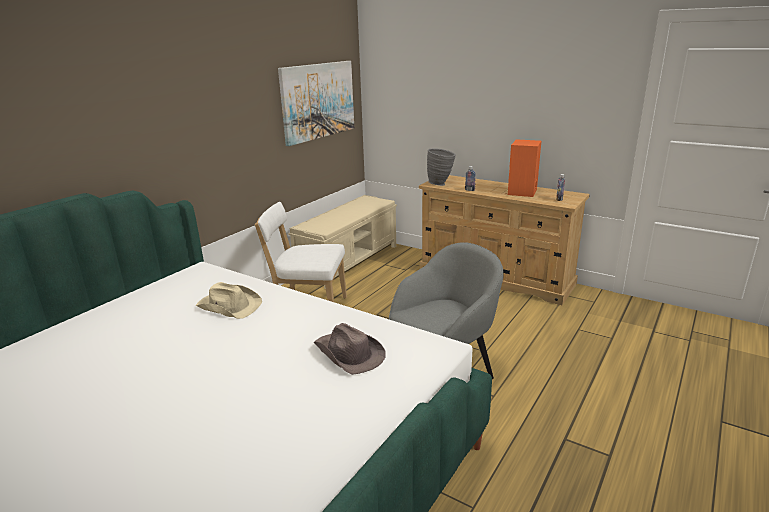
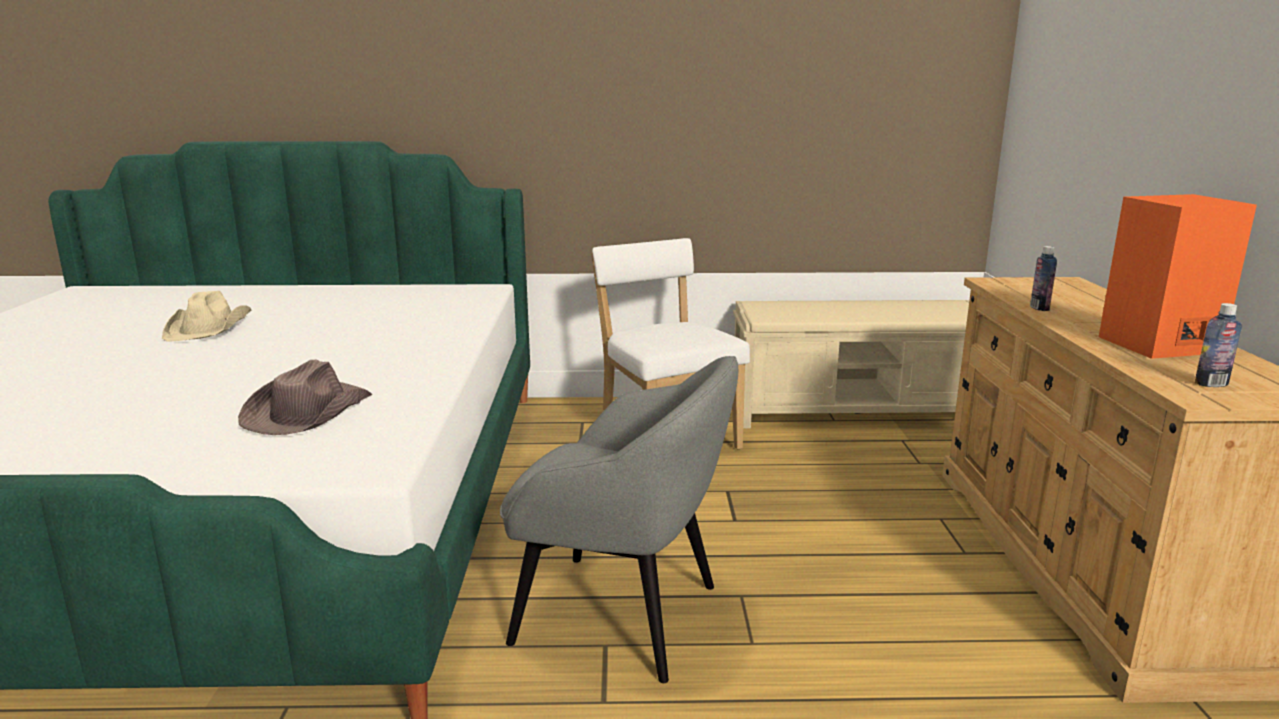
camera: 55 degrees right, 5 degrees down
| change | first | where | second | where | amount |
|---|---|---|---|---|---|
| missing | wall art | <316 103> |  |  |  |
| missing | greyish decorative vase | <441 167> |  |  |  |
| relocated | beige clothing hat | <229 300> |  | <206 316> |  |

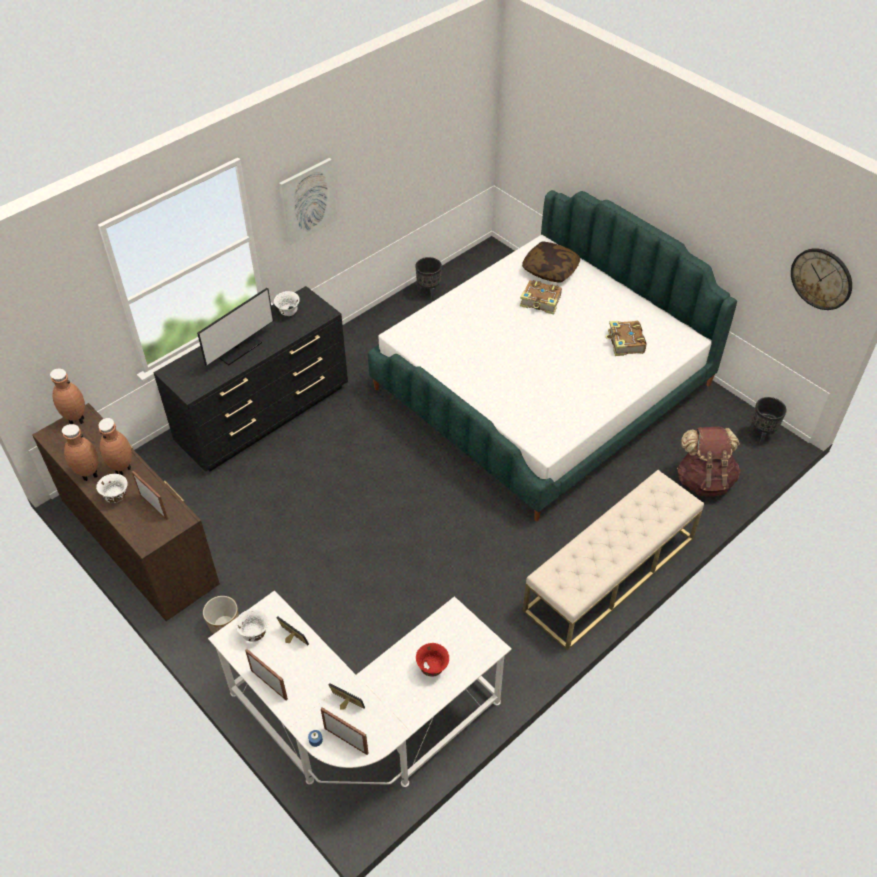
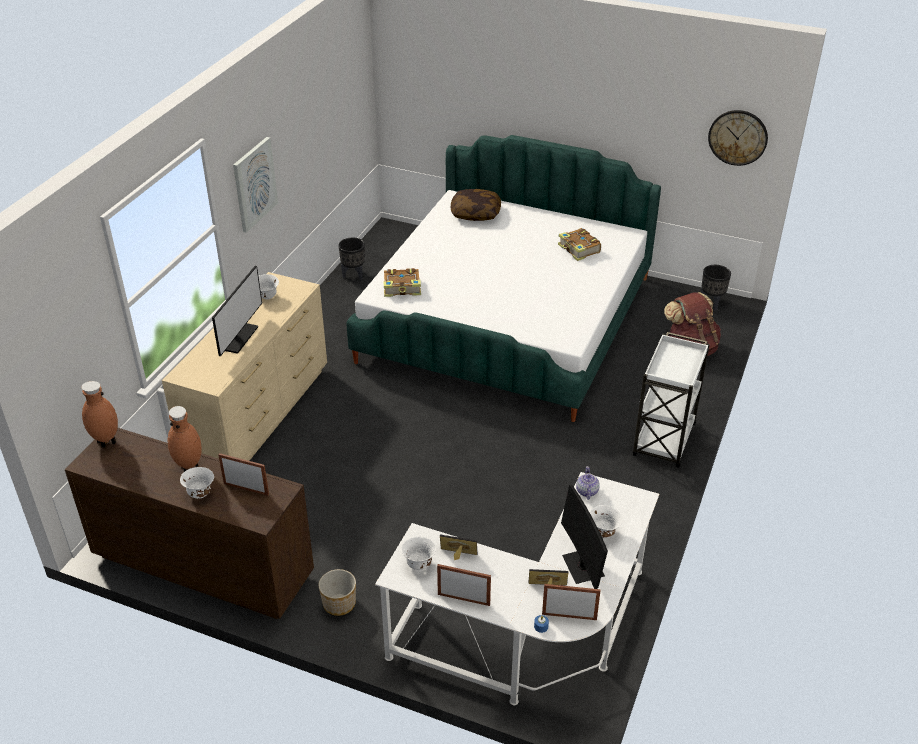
camera: 25 degrees left, 10 degrees down
| change | first | where | second | where | amount |
|---|---|---|---|---|---|
| missing | brown decorative vase | <80 452> |  |  |  |
| appeared |  |  | monitor | <584 537> |  |
| appeared |  |  | tea pot | <588 483> |  |
| relocated | volume | <541 297> |  | <402 282> |  |
| exchanged | beige long seat | <613 560> | white trolley | <671 400> |  |
| colour | blackish drawer chest | <250 379> | beige drawer chest | <244 366> |  |
| colour | red-coloured deep dish | <432 660> | white deep dish | <606 521> |  |

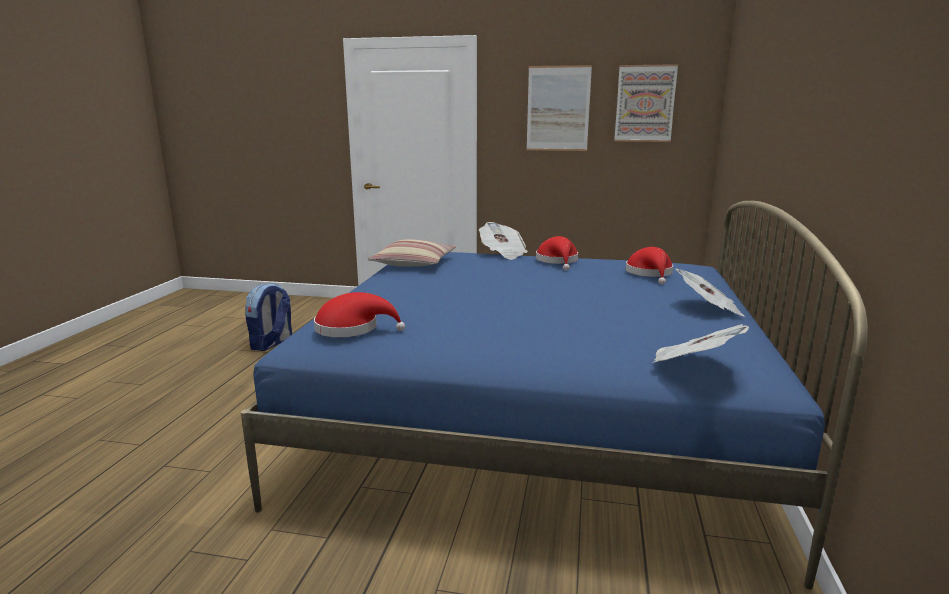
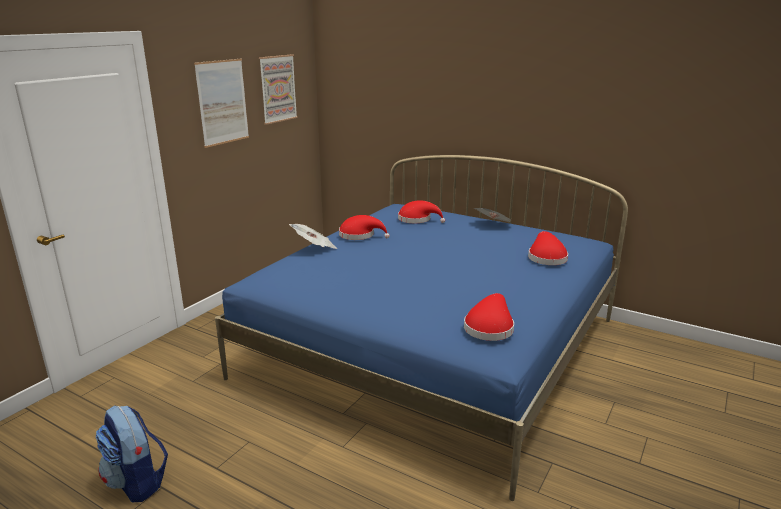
camera: 70 degrees left, 5 degrees up
| change | first | where | second | where | amount |
|---|---|---|---|---|---|
| missing | pillow | <412 253> |  |  |  |
| missing | newspaper | <700 343> |  |  |  |
| appeared |  |  | red-coloured clothing hat | <548 248> |  |

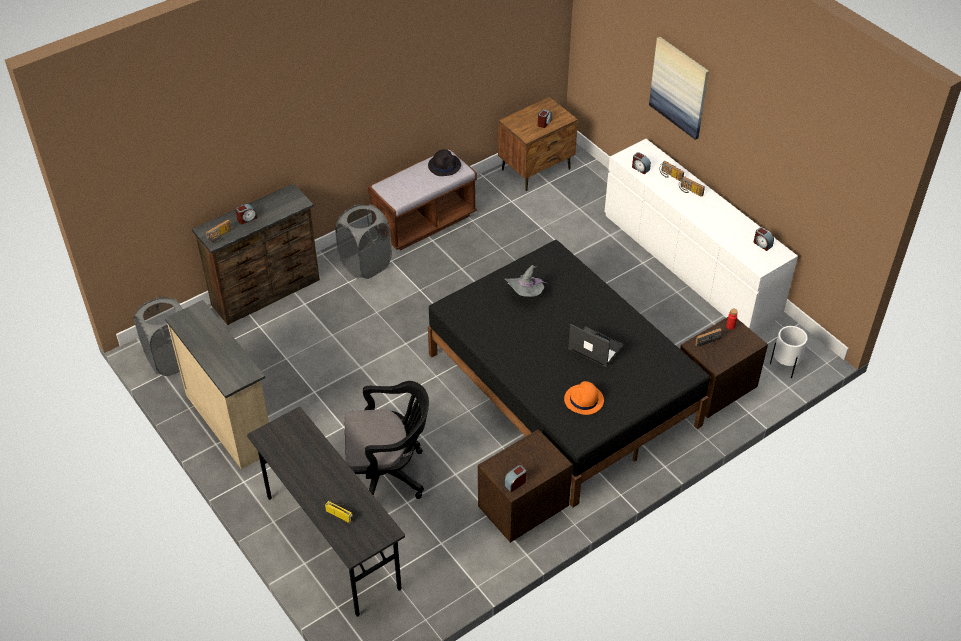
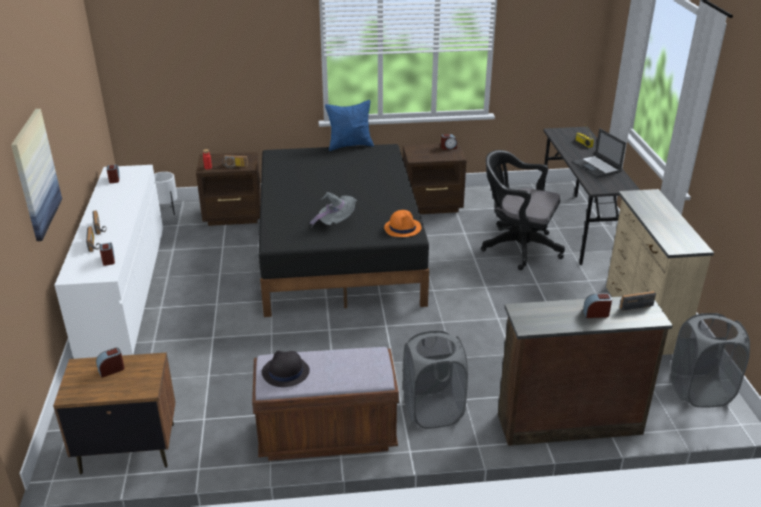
camera: 150 degrees left, 15 degrees down
| change | first | where | second | where | amount |
|---|---|---|---|---|---|
| appeared |  |  | blue-coloured pillow | <349 125> |  |
| relocated | orange-coloured clothing hat | <584 398> |  | <402 223> |  |
| relocated | laptop | <596 345> |  | <599 153> |  |

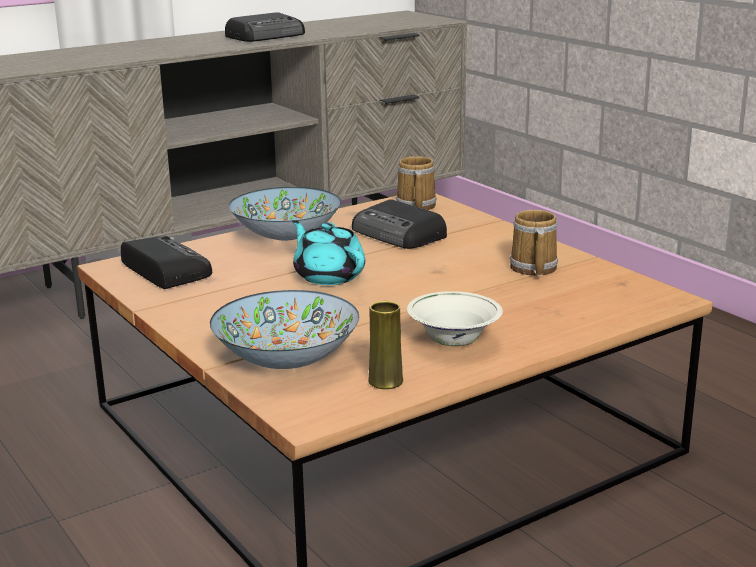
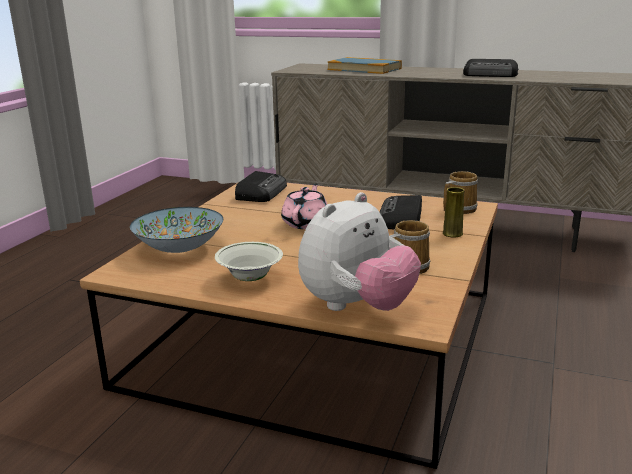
camera: 55 degrees right, 0 degrees up
| change | first | where | second | where | amount |
|---|---|---|---|---|---|
| missing | deep dish | <284 214> |  |  |  |
| appeared |  |  | cuddly toy | <359 251> |  |
| appeared |  |  | volume | <364 65> |  |
| relocated | yellow-coloured decorative vase | <385 345> |  | <454 212> |  |
| colour | blue-green tea pot | <328 252> | pink-coloured tea pot | <304 206> |  |

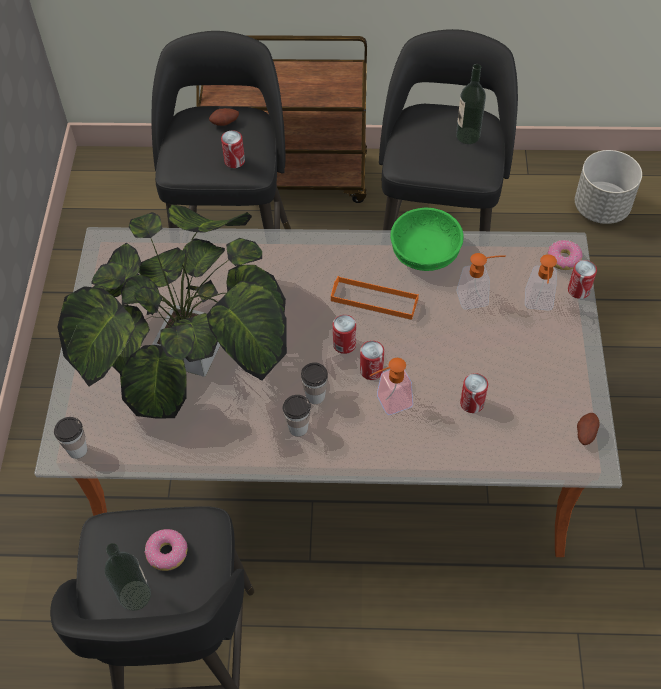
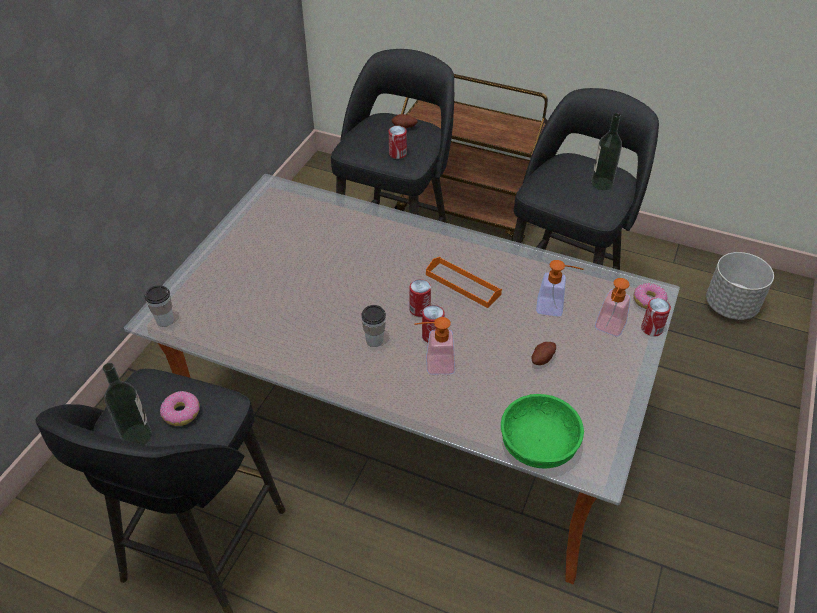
camera: 20 degrees right, 10 degrees down
| change | first | where | second | where | amount |
|---|---|---|---|---|---|
| missing | plant in a pot | <172 311> |  |  |  |
| missing | small cup | <296 416> |  |  |  |
| missing | metal can | <474 393> |  |  |  |
| relocated | green deep dish | <427 239> |  | <542 431> |  |
| relocated | potato | <588 429> |  | <543 353> |  |

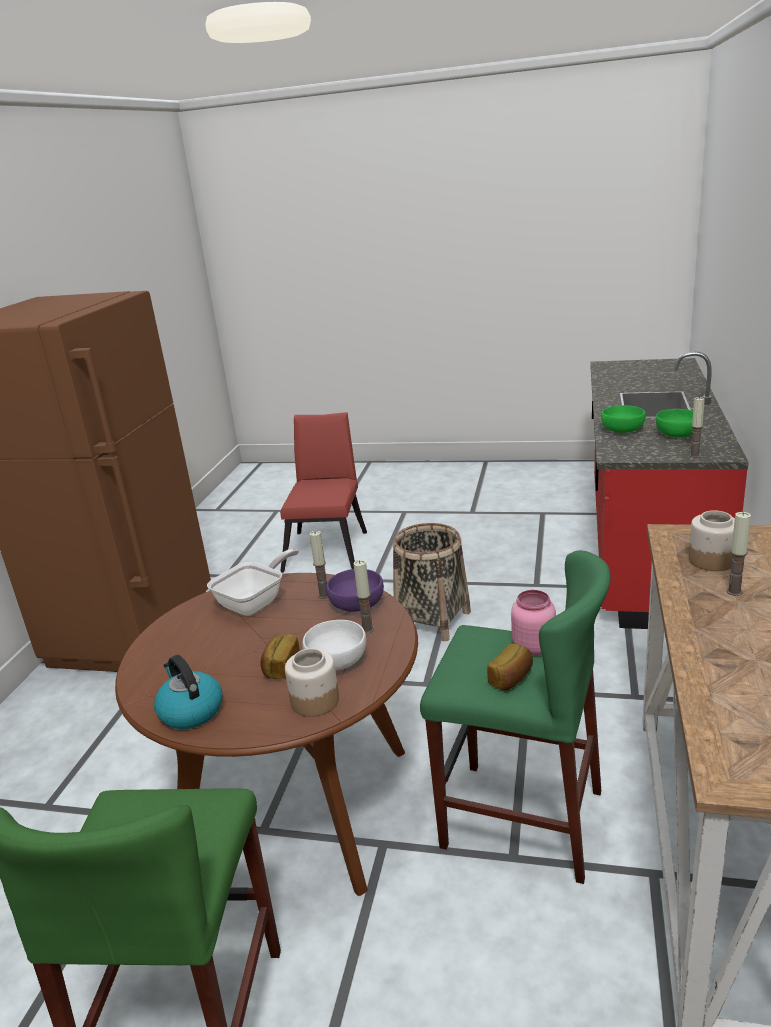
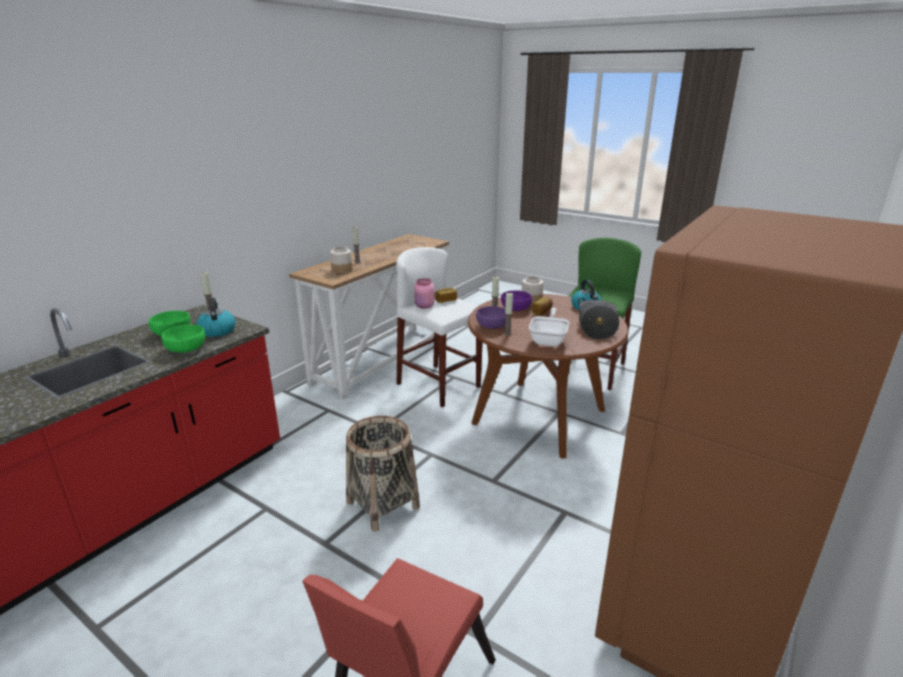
camera: 160 degrees left, 0 degrees up
| change | first | where | second | where | amount |
|---|---|---|---|---|---|
| appeared |  |  | water kettle | <216 317> |  |
| appeared |  |  | cooking pot | <599 319> |  |
| colour | white deep dish | <334 645> | purple-coloured deep dish | <516 300> |  |
| colour | green sitting stool | <515 717> | white sitting stool | <439 327> |  |
| spun | pan | <253 582> |  | <549 327> | 135 degrees clockwise |

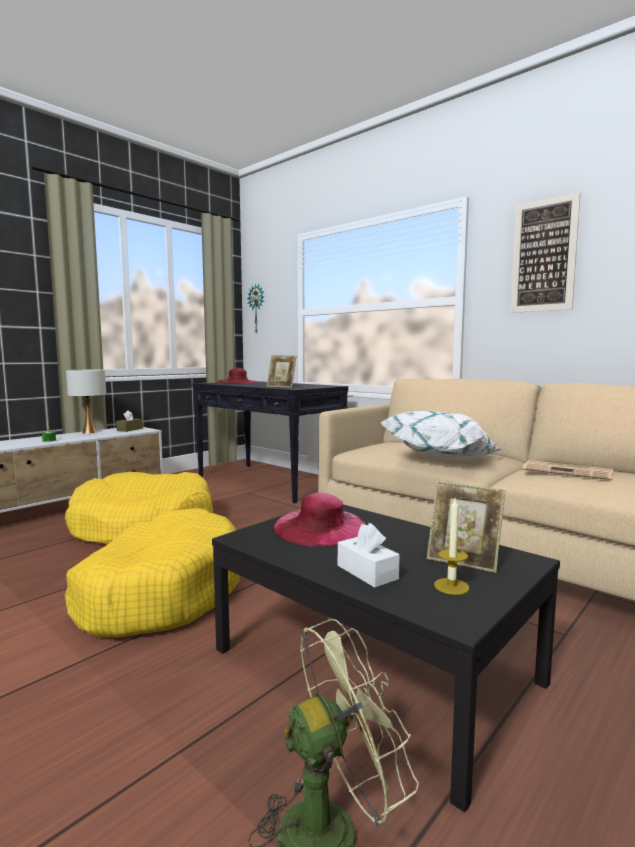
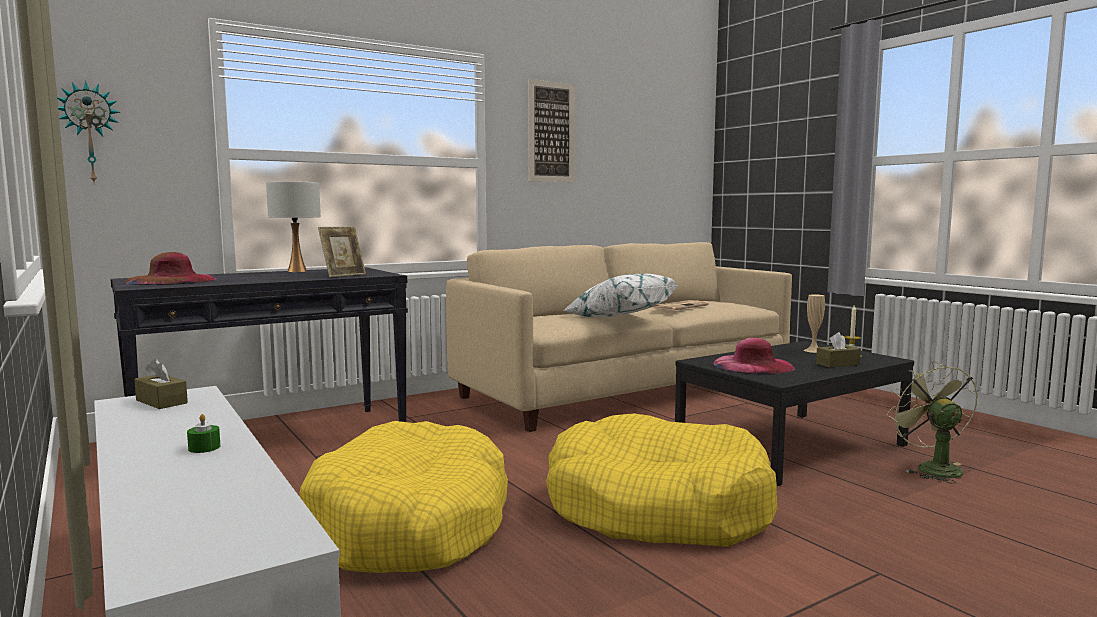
camera: 75 degrees left, 0 degrees up
| change | first | where | second | where | amount |
|---|---|---|---|---|---|
| relocated | white tabletop lamp | <86 402> |  | <293 226> |  |
| exchanged | picture frame | <466 527> | beige decorative vase | <814 323> |  |
| colour | white tissue holder | <369 555> | brown tissue holder | <838 350> |  |

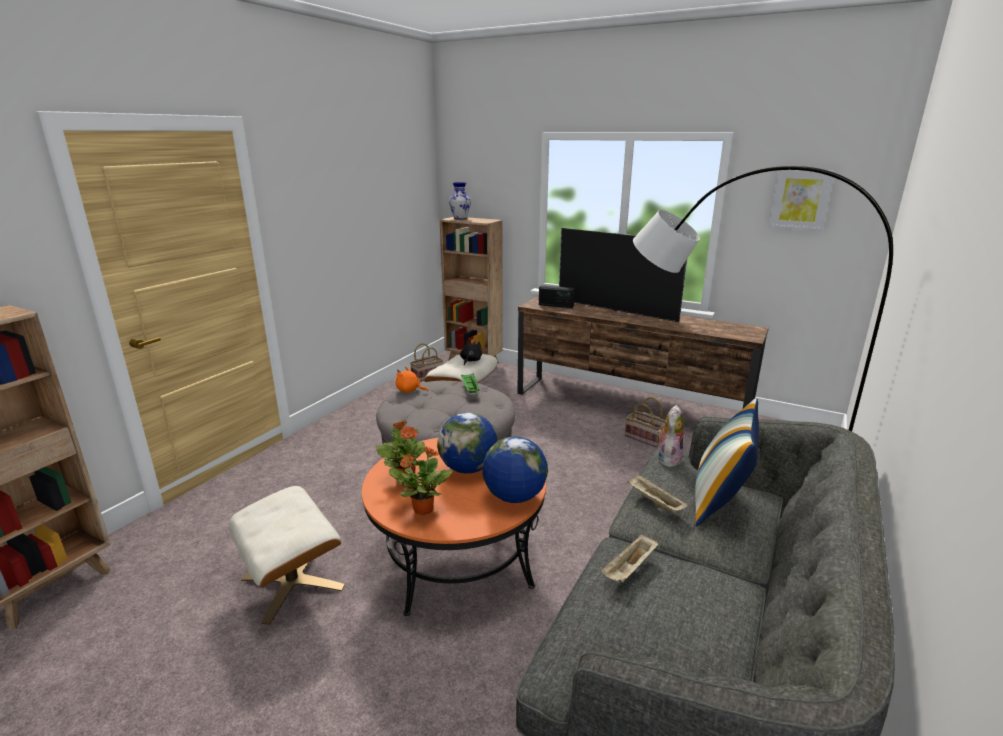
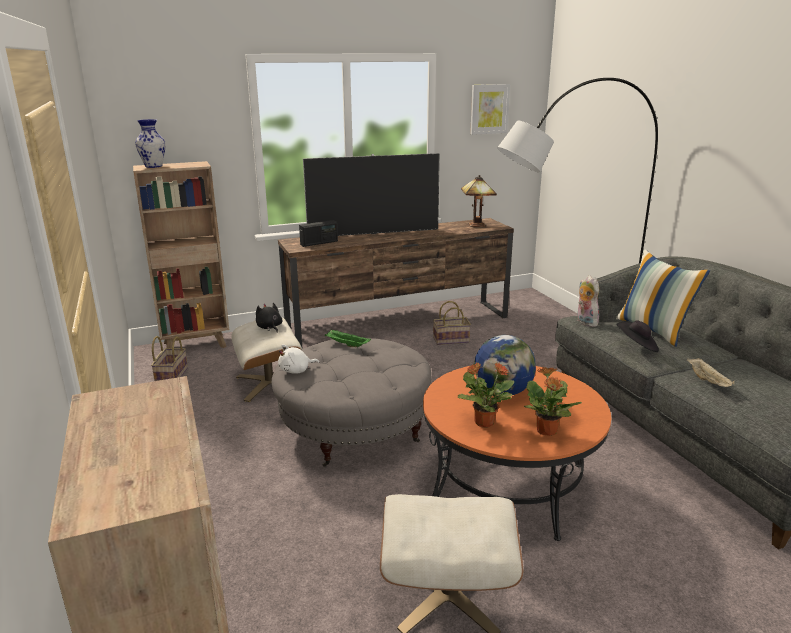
camera: 50 degrees left, 0 degrees up
| change | first | where | second | where | amount |
|---|---|---|---|---|---|
| missing | globe | <515 469> |  |  |  |
| appeared |  |  | tabletop lamp | <479 201> |  |
| exchanged | beige tray | <657 492> | blackish clothing hat | <637 336> |  |
| colour | orange-coloured cuddly toy | <411 379> | white cuddly toy | <298 359> |  |

